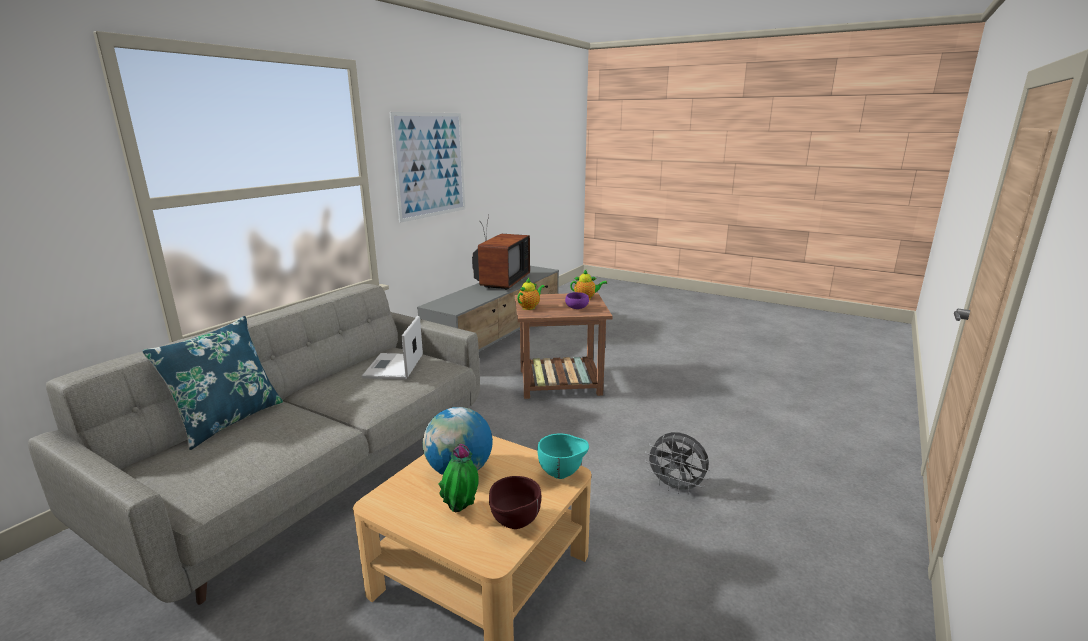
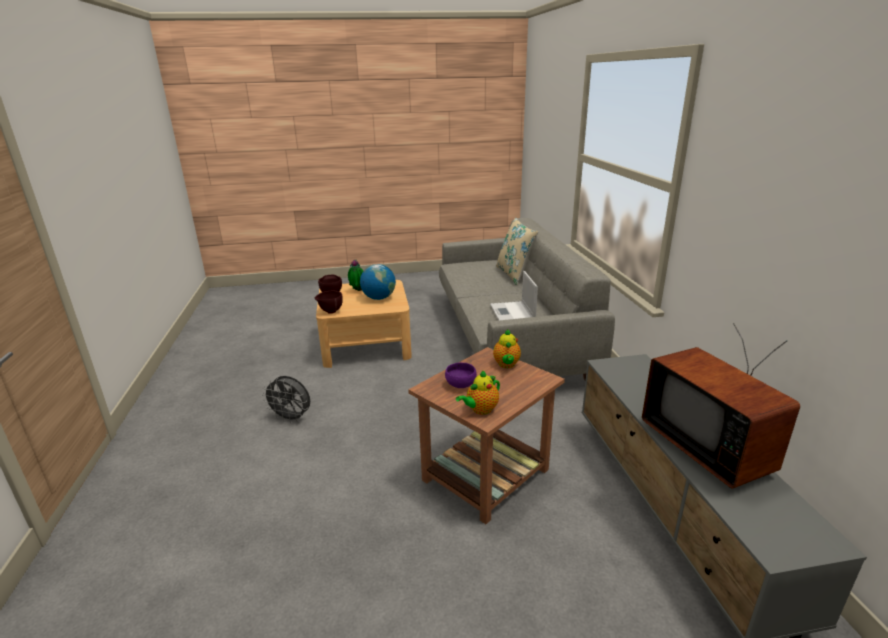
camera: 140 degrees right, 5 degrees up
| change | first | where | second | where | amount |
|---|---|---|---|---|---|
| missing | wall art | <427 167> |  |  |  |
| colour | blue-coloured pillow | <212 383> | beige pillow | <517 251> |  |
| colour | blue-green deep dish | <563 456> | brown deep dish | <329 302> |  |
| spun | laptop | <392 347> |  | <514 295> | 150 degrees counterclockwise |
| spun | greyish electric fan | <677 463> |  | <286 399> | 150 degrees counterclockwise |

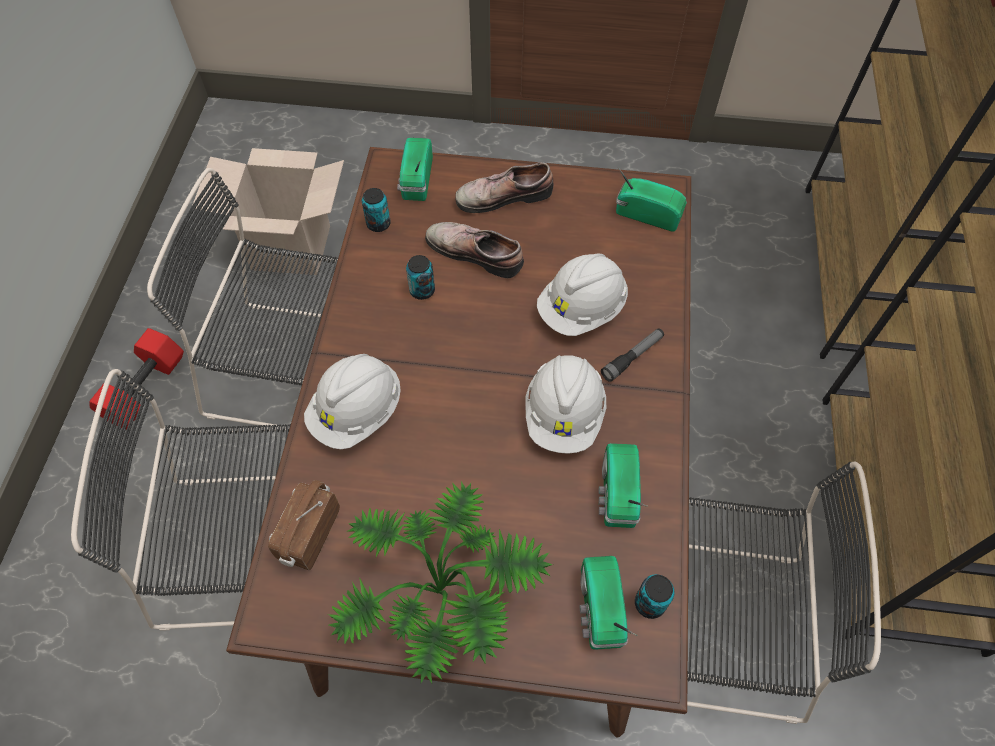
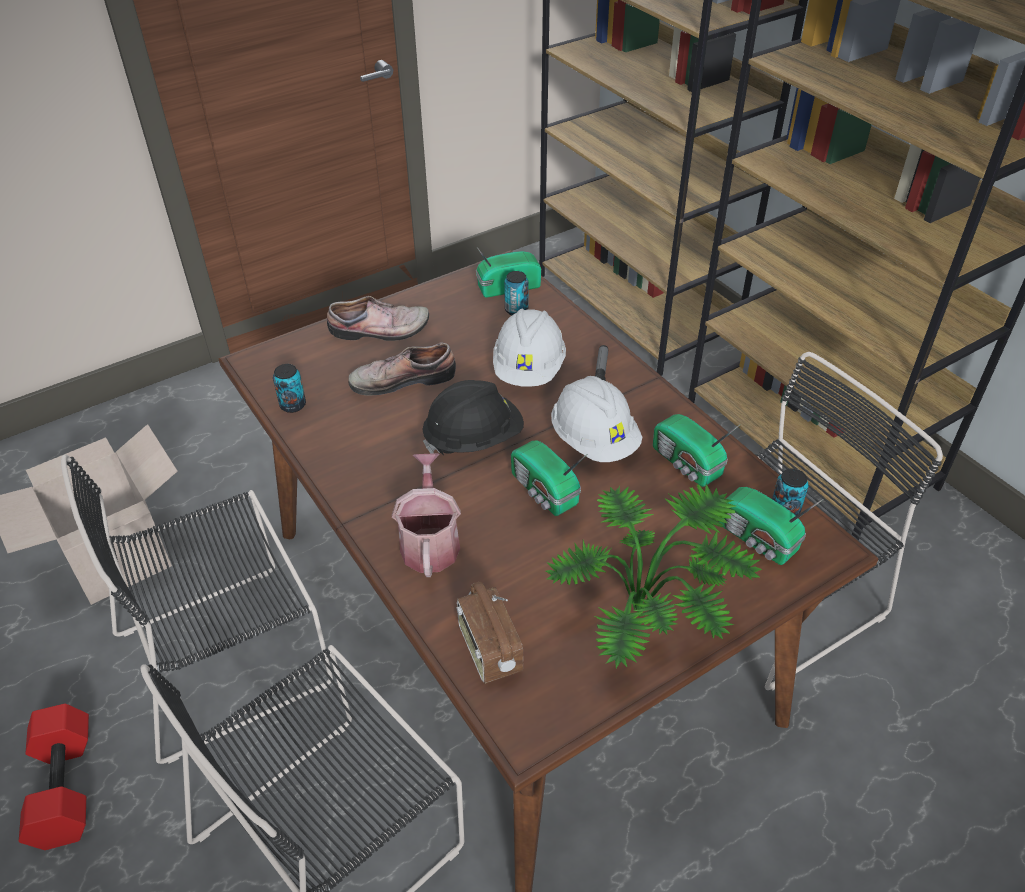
camera: 40 degrees left, 15 degrees down
| change | first | where | second | where | amount |
|---|---|---|---|---|---|
| appeared |  |  | blackish work helmet | <473 417> |  |
| relocated | radio | <415 169> |  | <549 478> |  |
| relocated | metal can | <420 277> |  | <516 293> |  |
| exchanged | white work helmet | <352 401> | sprinkling can | <426 515> |  |
| spun | shoe | <504 187> |  | <378 318> | 135 degrees counterclockwise |

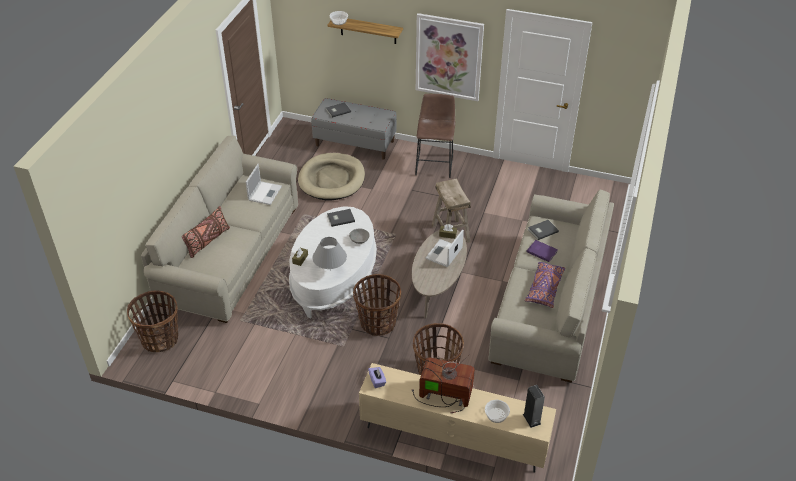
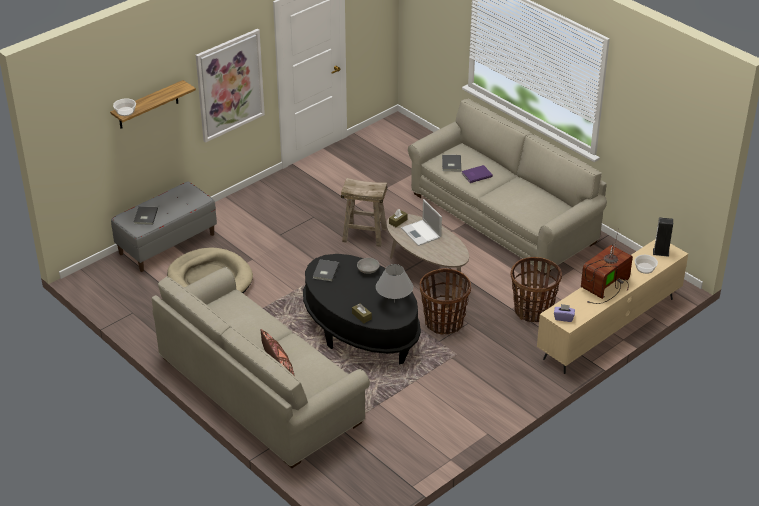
camera: 60 degrees left, 5 degrees down
| change | first | where | second | where | amount |
|---|---|---|---|---|---|
| missing | storage basket | <152 321> |  |  |  |
| missing | laptop | <263 184> |  |  |  |
| missing | brown sitting stool | <435 136> |  |  |  |
| missing | purple-coloured pillow | <545 285> |  |  |  |
| colour | white low table | <333 262> | blackish low table | <362 309> |  |

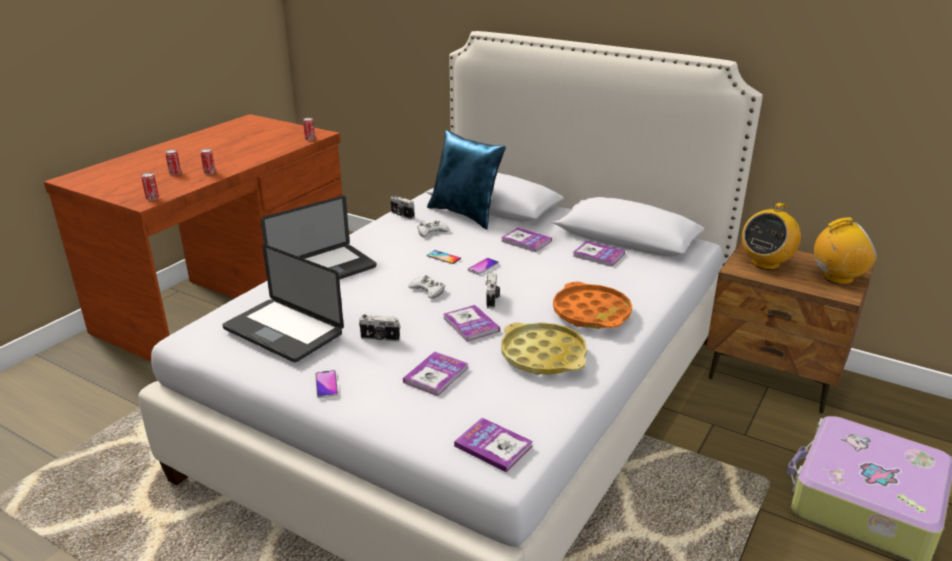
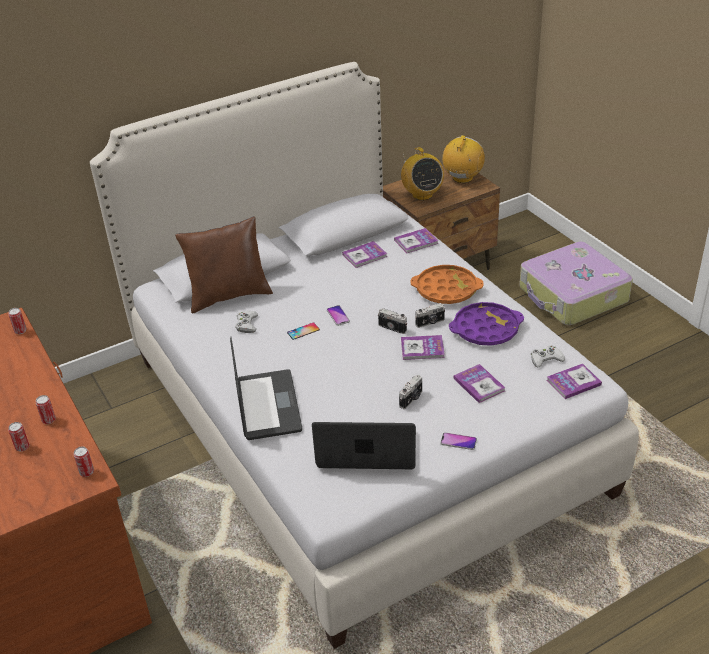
camera: 60 degrees left, 10 degrees up
| change | first | where | second | where | amount |
|---|---|---|---|---|---|
| relocated | photo camera | <402 207> |  | <430 315> |  |
| relocated | white game controller | <426 287> |  | <548 357> |  |
| relocated | volume | <526 240> |  | <416 240> |  |
| colour | blue-coloured pillow | <466 179> | brown pillow | <224 265> |  |
| colour | yellow-coloured tray | <544 348> | purple-coloured tray | <486 324> |  |
| spun | laptop | <283 303> |  | <364 445> | 150 degrees counterclockwise |

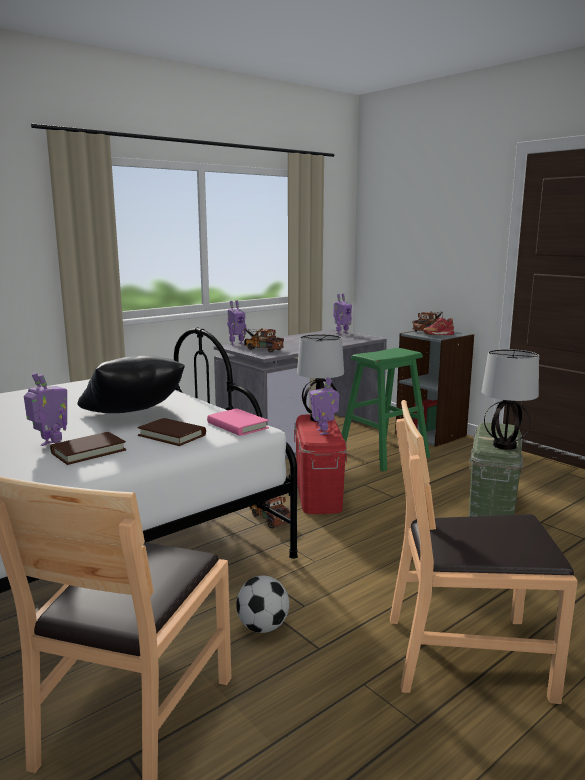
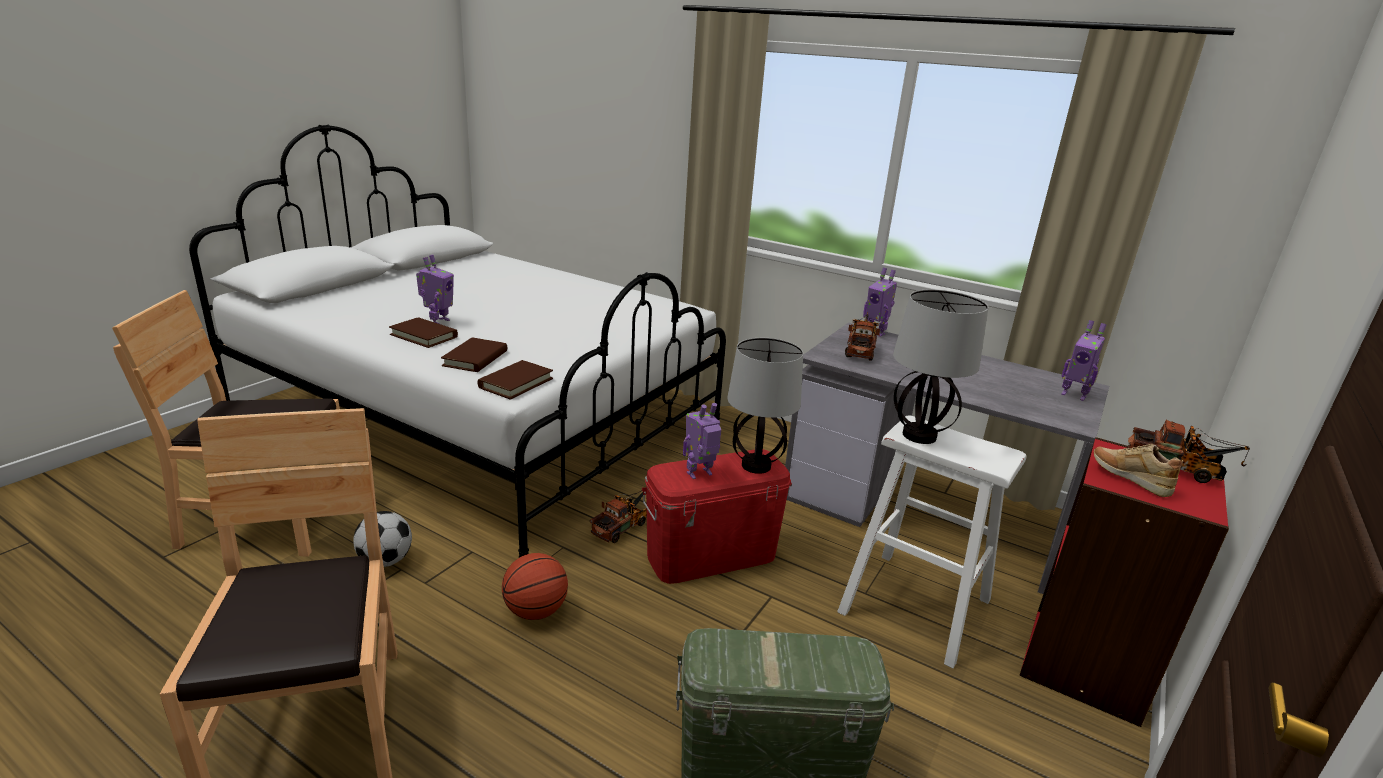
camera: 70 degrees right, 10 degrees up
| change | first | where | second | where | amount |
|---|---|---|---|---|---|
| missing | blackish pillow | <131 384> |  |  |  |
| appeared |  |  | basketball | <535 586> |  |
| relocated | tabletop lamp | <510 399> |  | <940 366> |  |
| colour | pink-coloured volume | <238 422> | brown volume | <515 380> |  |
| colour | green sitting stool | <386 410> | white sitting stool | <932 542> |  |
| colour | greyish bookshelf | <434 388> | red-coloured bookshelf | <1124 582> |  |
| colour | red-coloured shoe | <438 326> | beige shoe | <1138 470> |  |

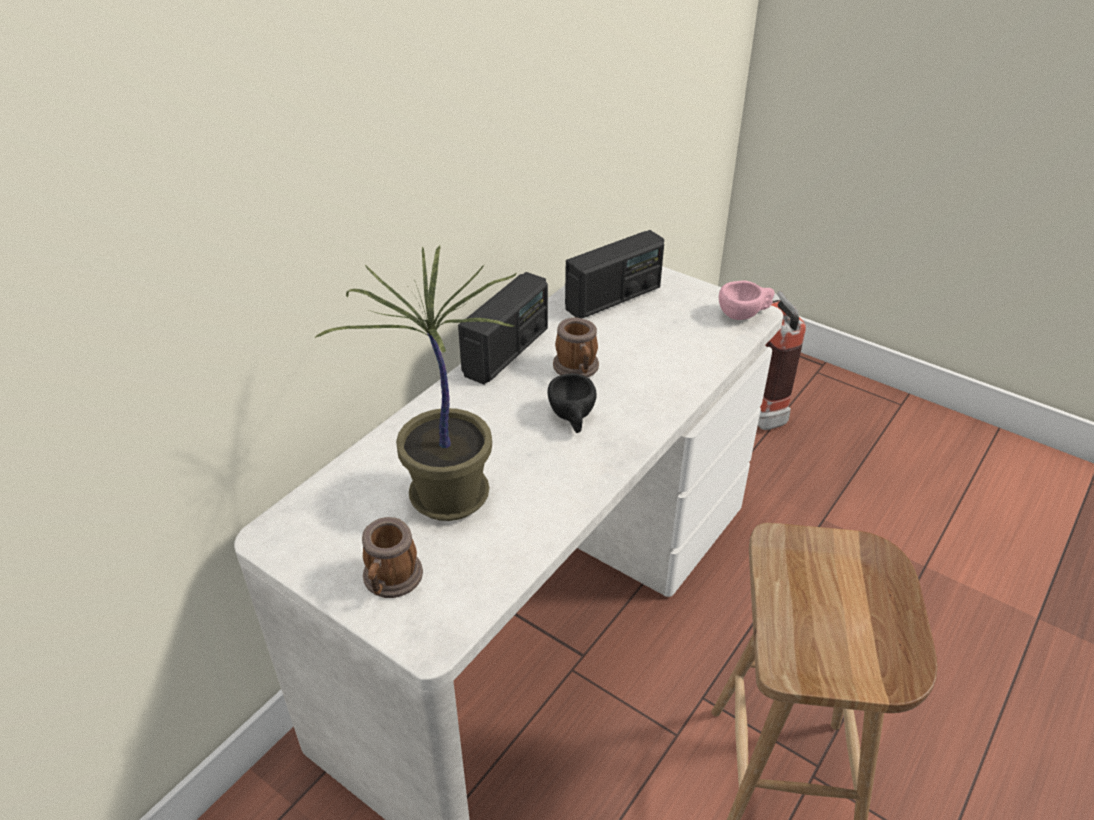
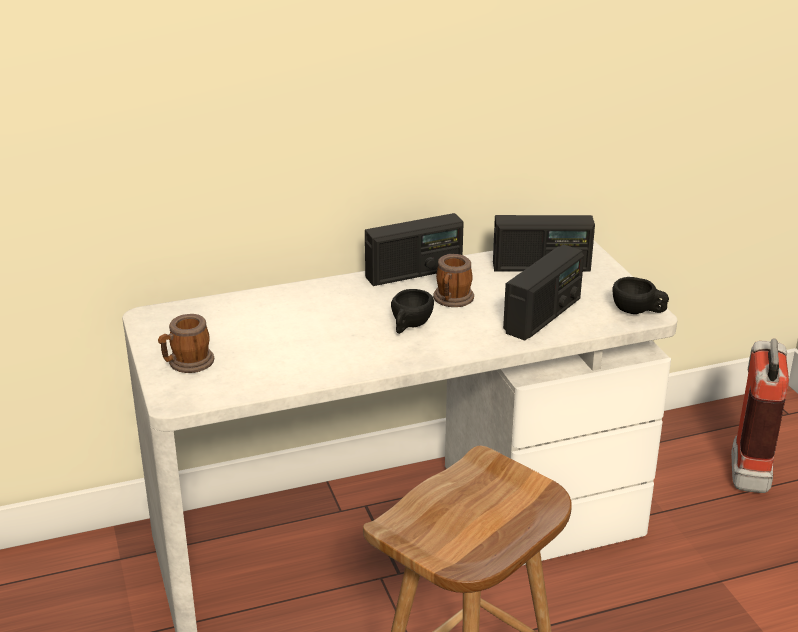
camera: 35 degrees right, 10 degrees down
| change | first | where | second | where | amount |
|---|---|---|---|---|---|
| missing | plant in a pot | <416 383> |  |  |  |
| appeared |  |  | radio | <543 293> |  |
| colour | pink-coloured small cup | <746 300> | blackish small cup | <640 295> |  |

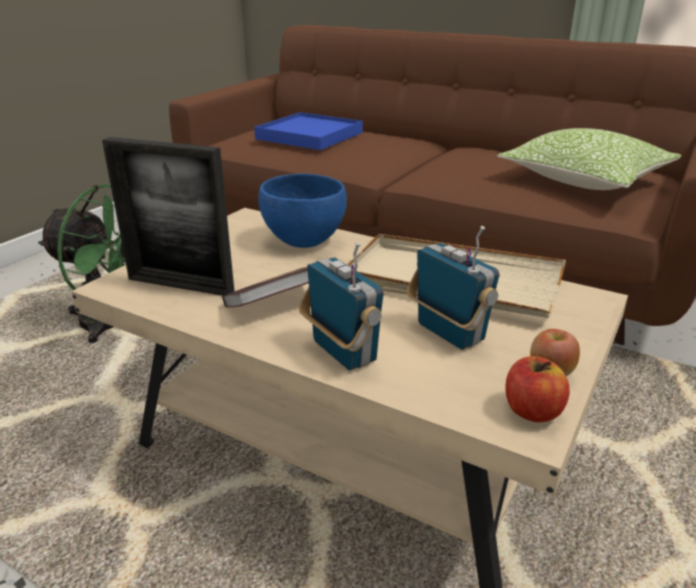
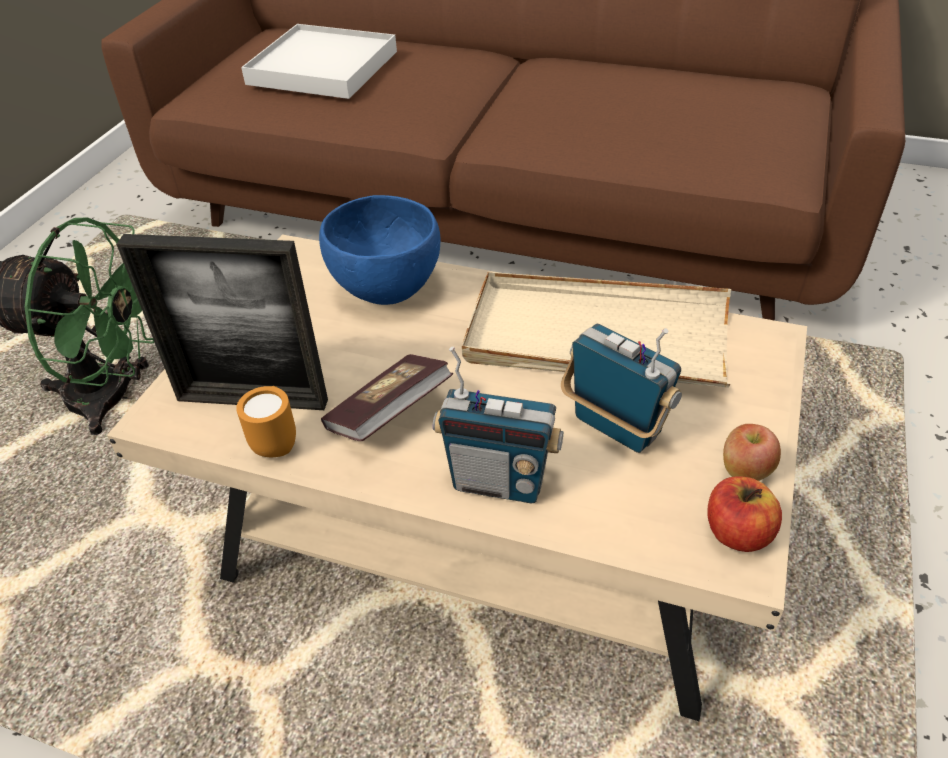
camera: 10 degrees left, 15 degrees up
| change | first | where | second | where | amount |
|---|---|---|---|---|---|
| missing | pillow | <589 159> |  |  |  |
| appeared |  |  | orange-coloured tea mug | <266 421> |  |
| colour | blue-coloured tray | <308 131> | white tray | <319 61> |  |
| spun | radio | <341 306> |  | <498 425> | 150 degrees clockwise |

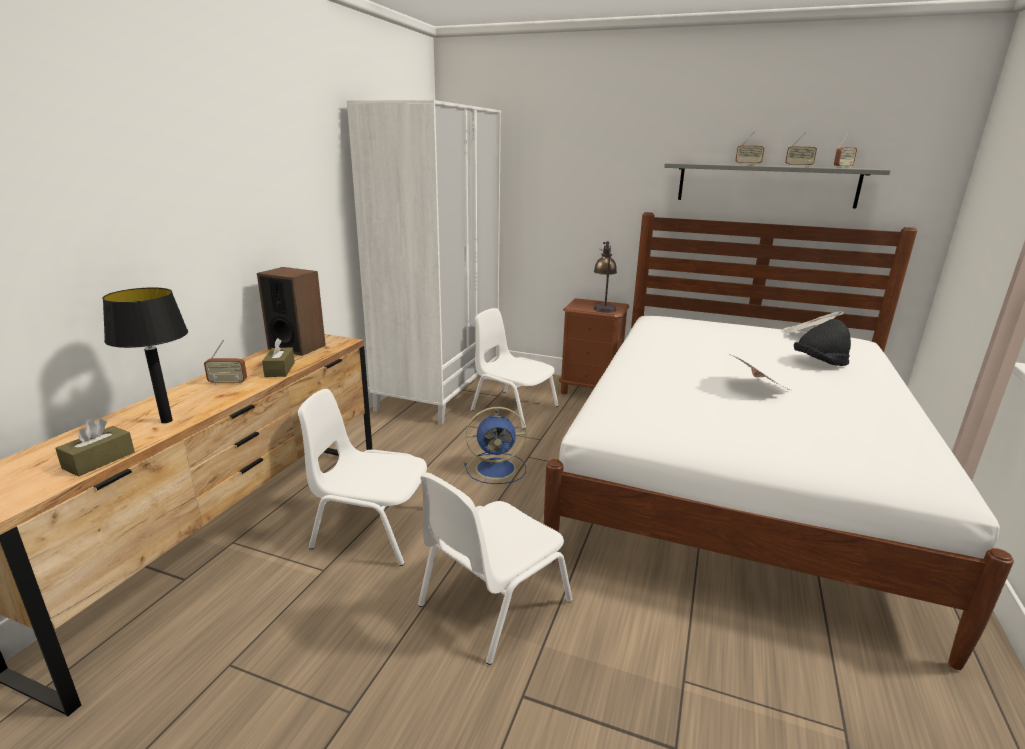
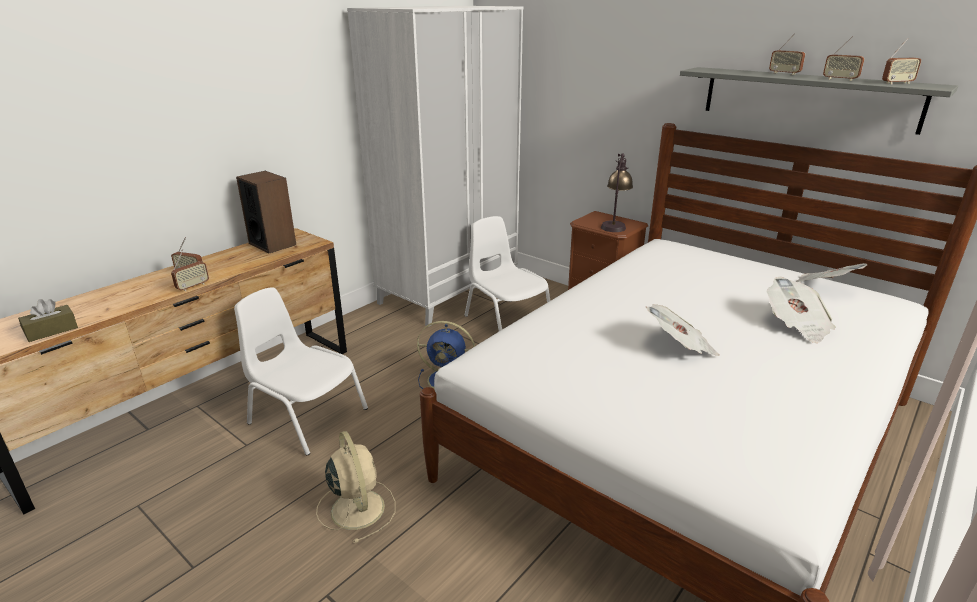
camera: 20 degrees right, 5 degrees up
| change | first | where | second | where | amount |
|---|---|---|---|---|---|
| missing | blackish tabletop lamp | <145 355> |  |  |  |
| missing | brown tissue holder | <278 357> |  |  |  |
| appeared |  |  | radio | <190 270> |  |
| exchanged | white chair | <495 569> | beige electric fan | <356 487> |  |
| exchanged | blackish clothing hat | <822 342> | newspaper | <801 310> |  |

